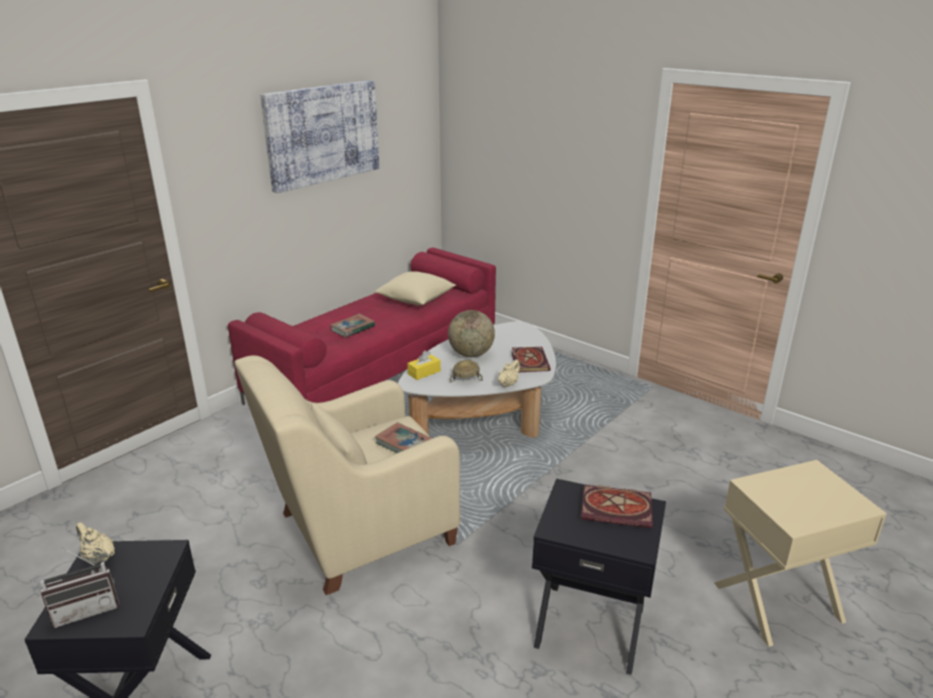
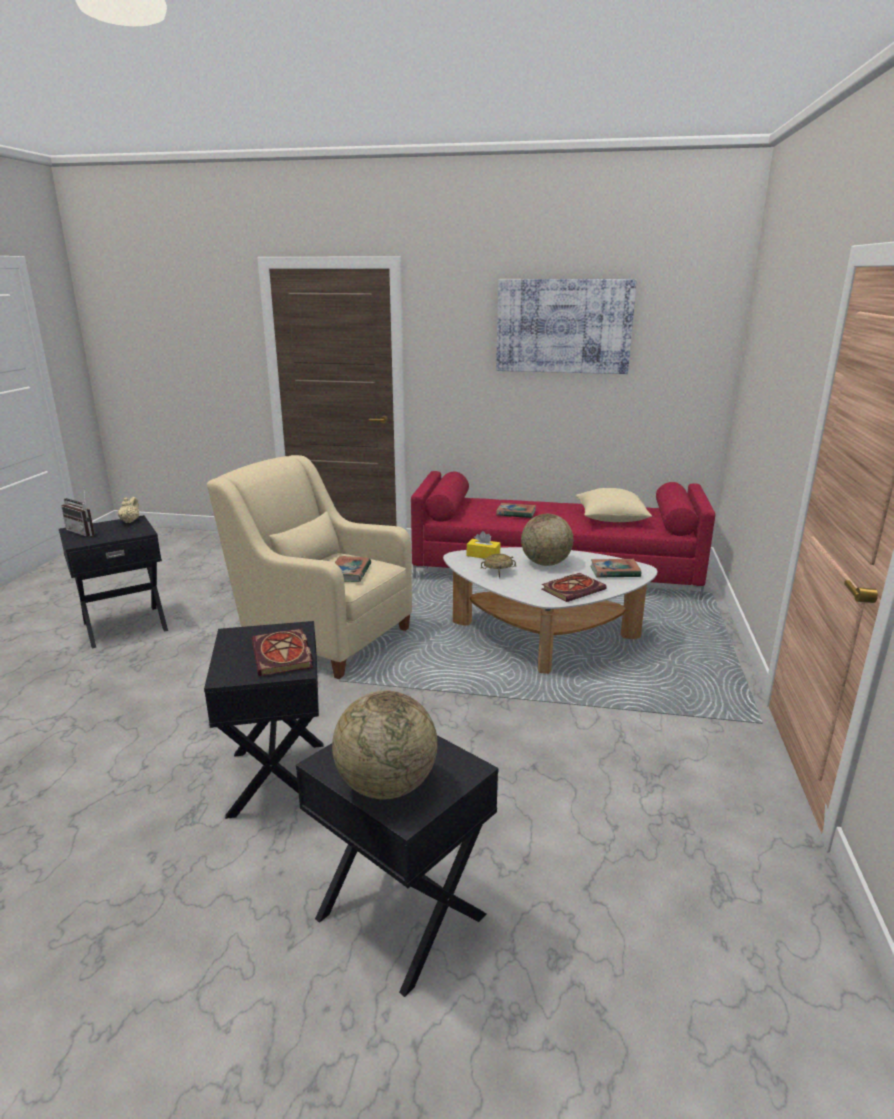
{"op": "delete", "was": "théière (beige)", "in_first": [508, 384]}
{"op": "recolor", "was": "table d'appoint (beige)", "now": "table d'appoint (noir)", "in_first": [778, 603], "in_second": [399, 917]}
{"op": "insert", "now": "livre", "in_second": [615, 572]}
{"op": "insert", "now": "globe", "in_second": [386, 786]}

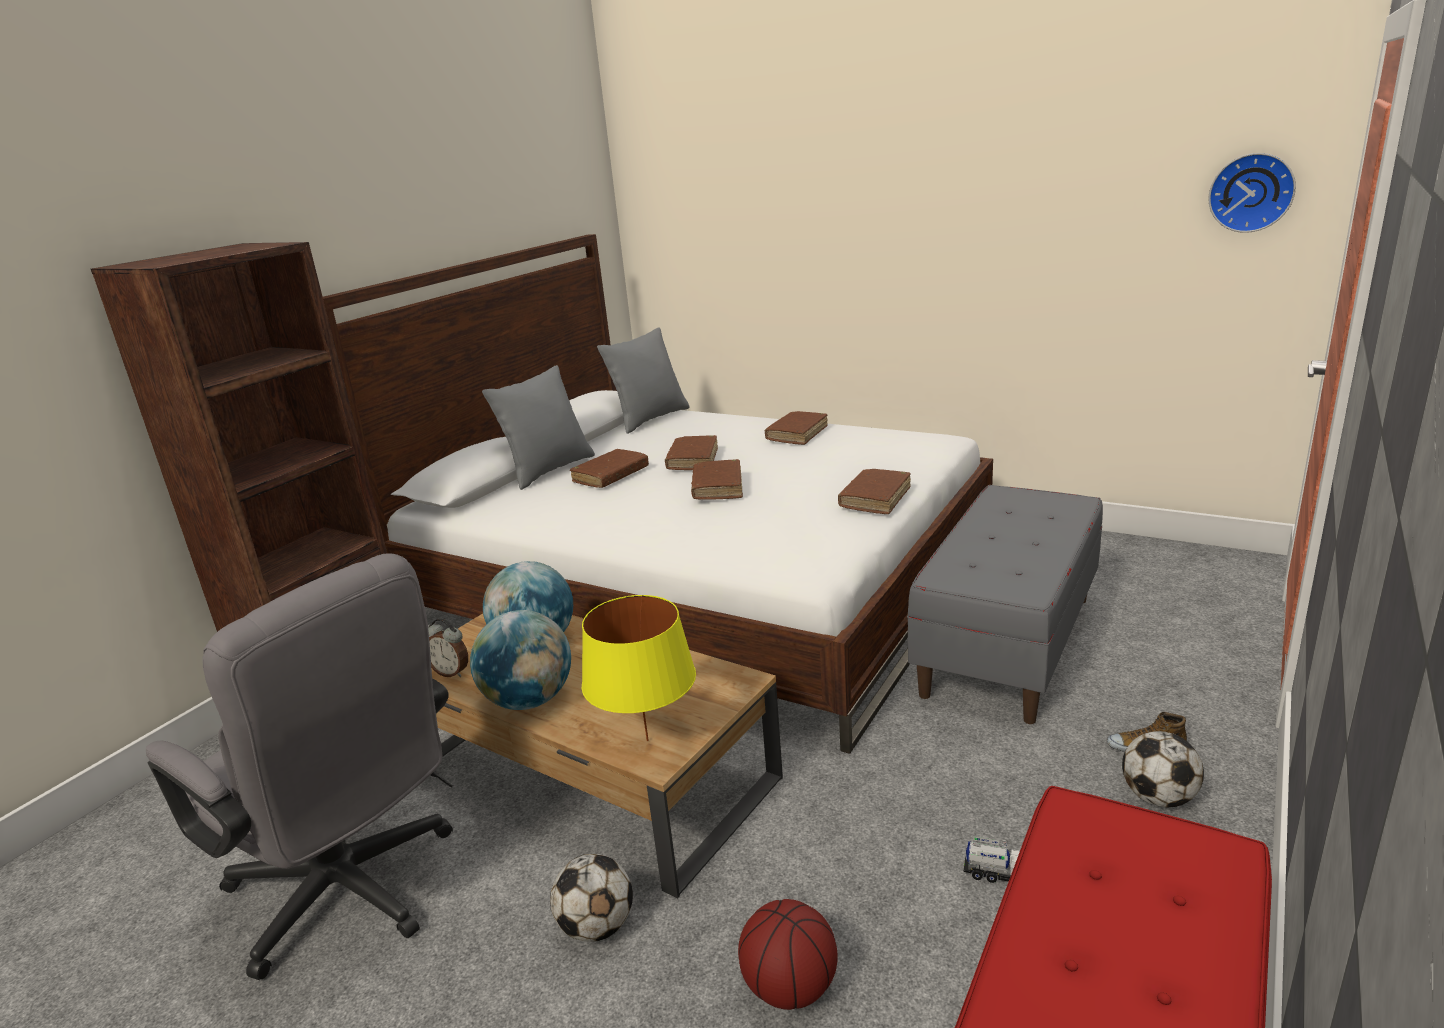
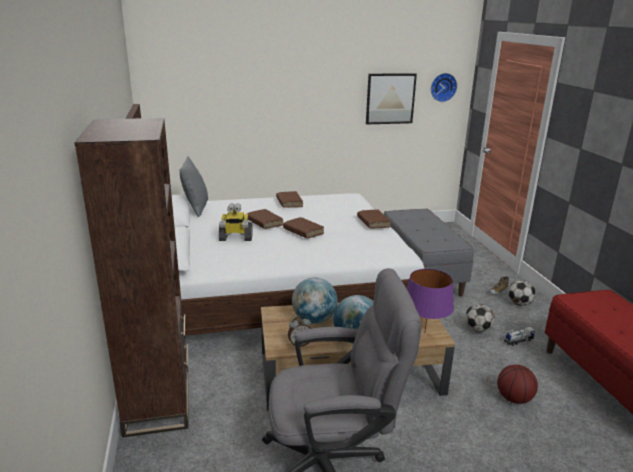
{"op": "delete", "was": "coussin (gris)", "in_first": [548, 470]}
{"op": "replace", "was": "livre (marron)", "now": "robot jouet", "in_first": [611, 476], "in_second": [235, 238]}
{"op": "recolor", "was": "lampe de table (jaune)", "now": "lampe de table (violet)", "in_first": [647, 741], "in_second": [425, 333]}
{"op": "move", "was": "ballon de foot", "in_first": [597, 927], "in_second": [477, 330]}
{"op": "insert", "now": "tableau", "in_second": [390, 98]}

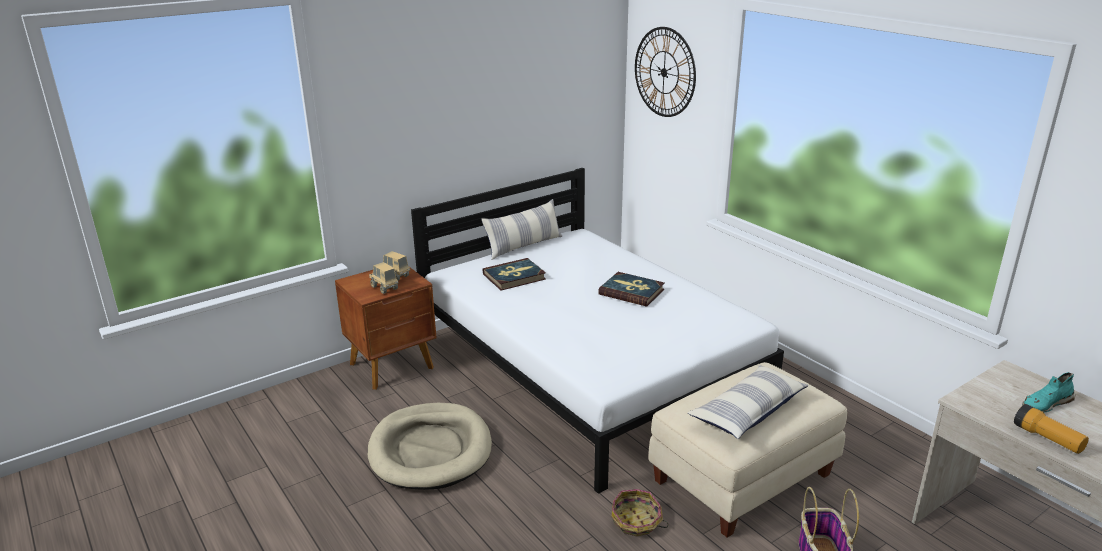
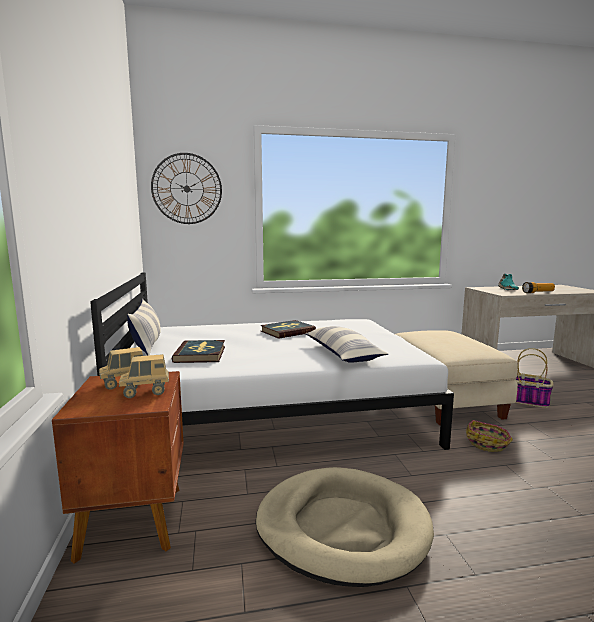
{"op": "move", "was": "coussin", "in_first": [748, 411], "in_second": [342, 354]}

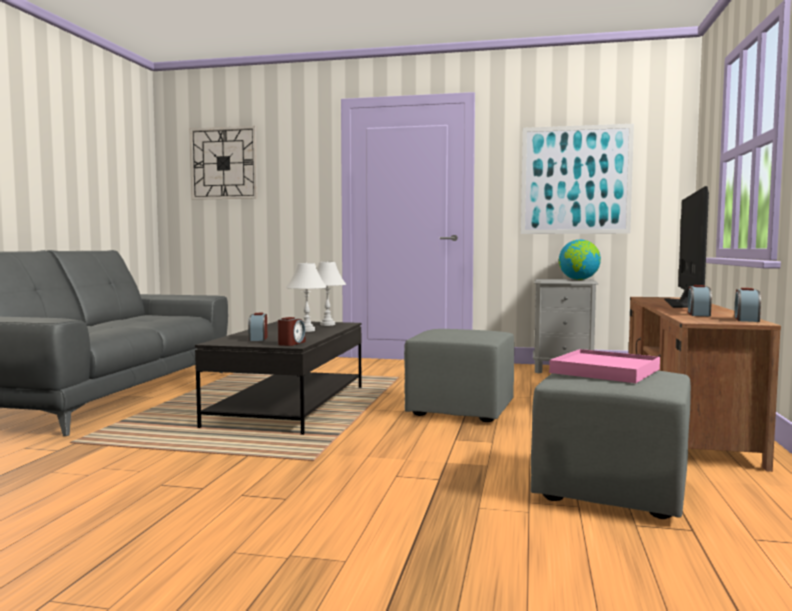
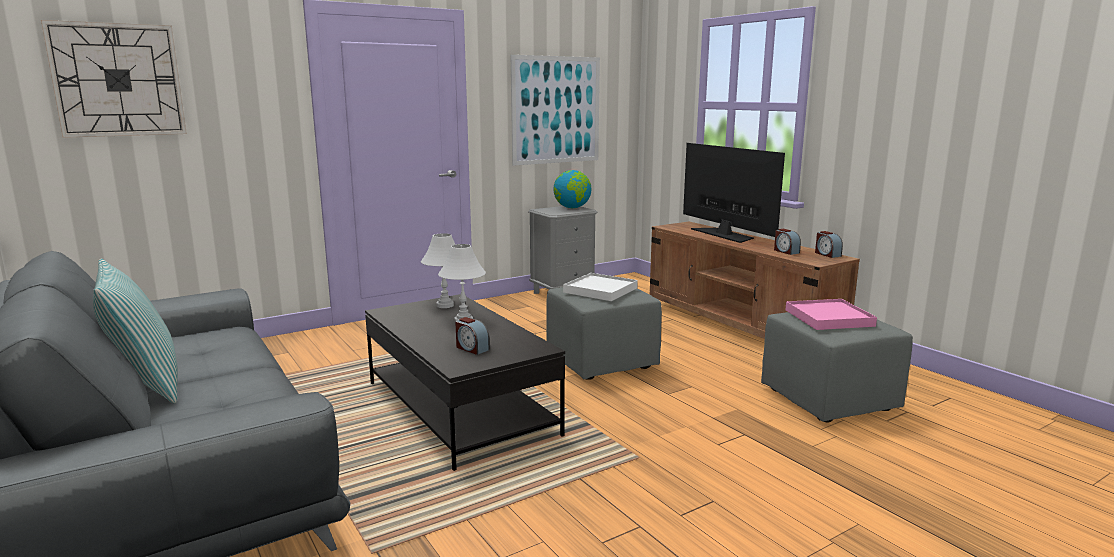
{"op": "delete", "was": "réveil", "in_first": [291, 343]}
{"op": "insert", "now": "coussin", "in_second": [146, 385]}
{"op": "insert", "now": "plateau (blanc)", "in_second": [600, 290]}

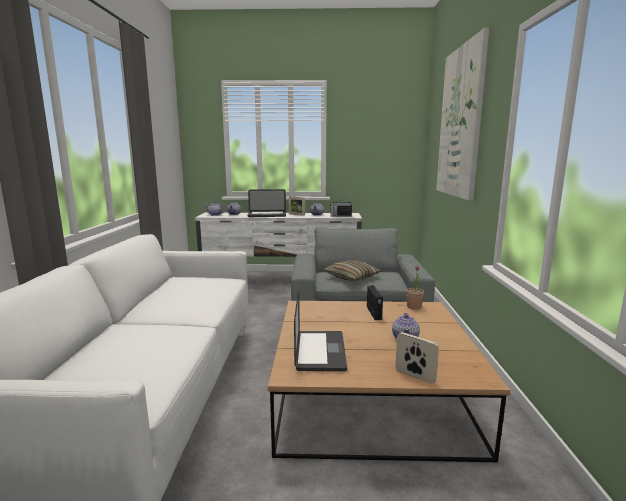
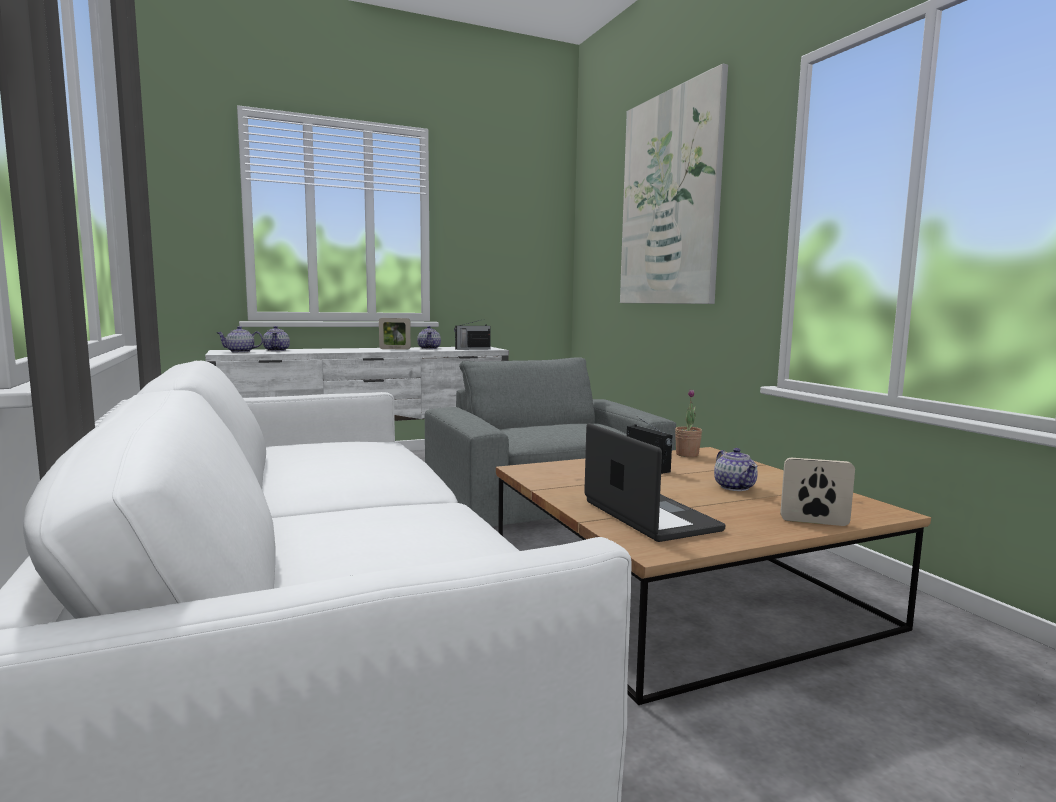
{"op": "delete", "was": "ordinateur portable", "in_first": [267, 215]}
{"op": "delete", "was": "coussin", "in_first": [351, 277]}

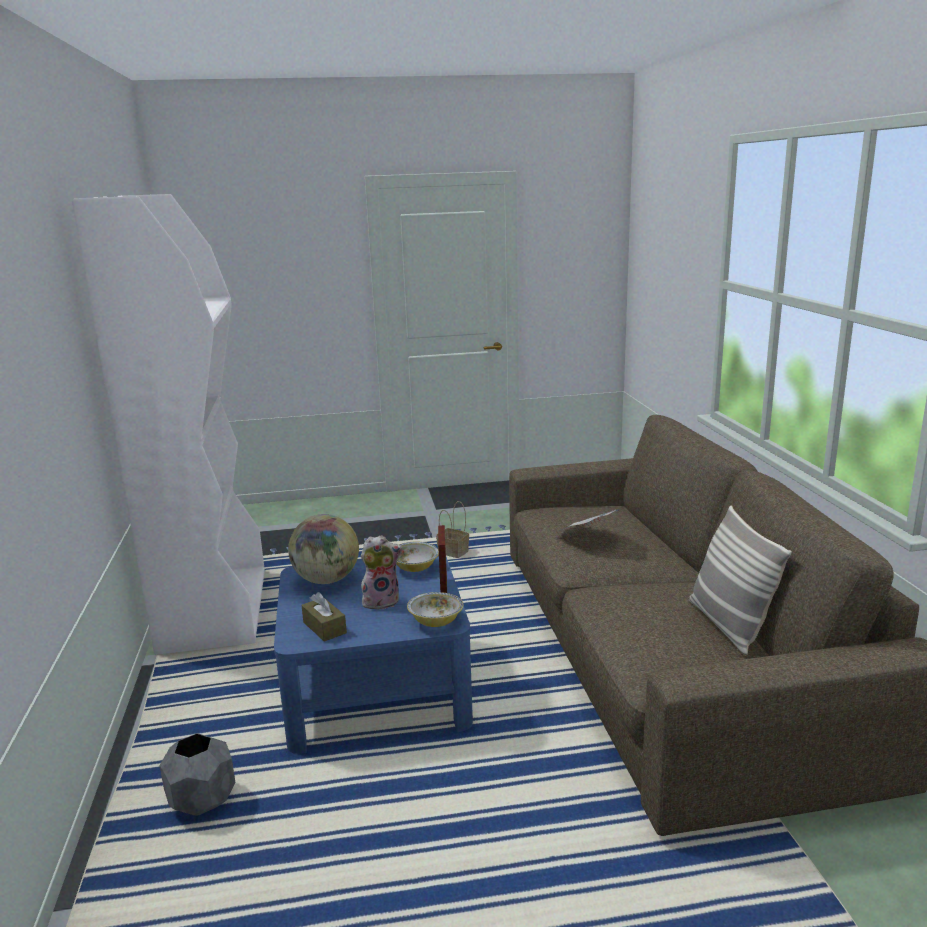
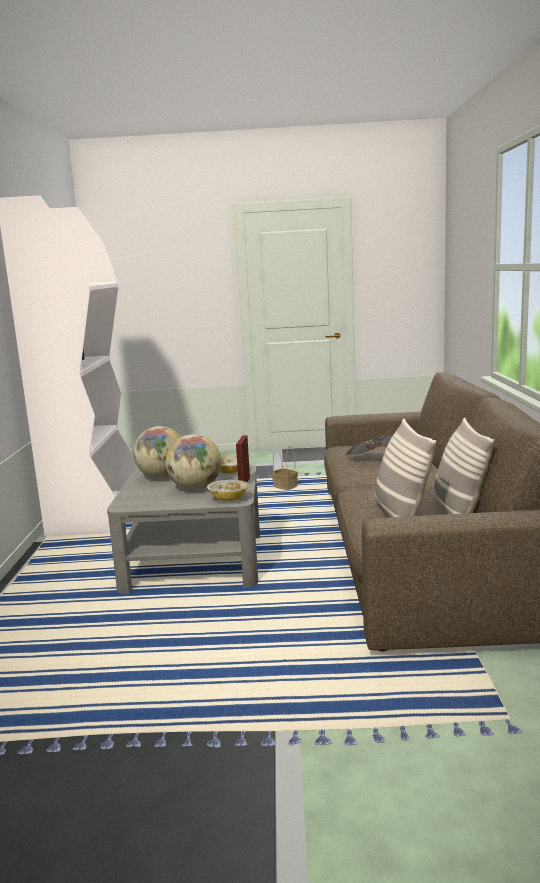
{"op": "replace", "was": "peluche", "now": "globe", "in_first": [381, 601], "in_second": [195, 488]}
{"op": "recolor", "was": "table basse (bleu)", "now": "table basse (gris)", "in_first": [377, 689], "in_second": [194, 561]}
{"op": "delete", "was": "boîte à mouchoirs (marron)", "in_first": [324, 628]}
{"op": "delete", "was": "cache-pot (gris)", "in_first": [202, 801]}
{"op": "insert", "now": "coussin", "in_second": [400, 515]}

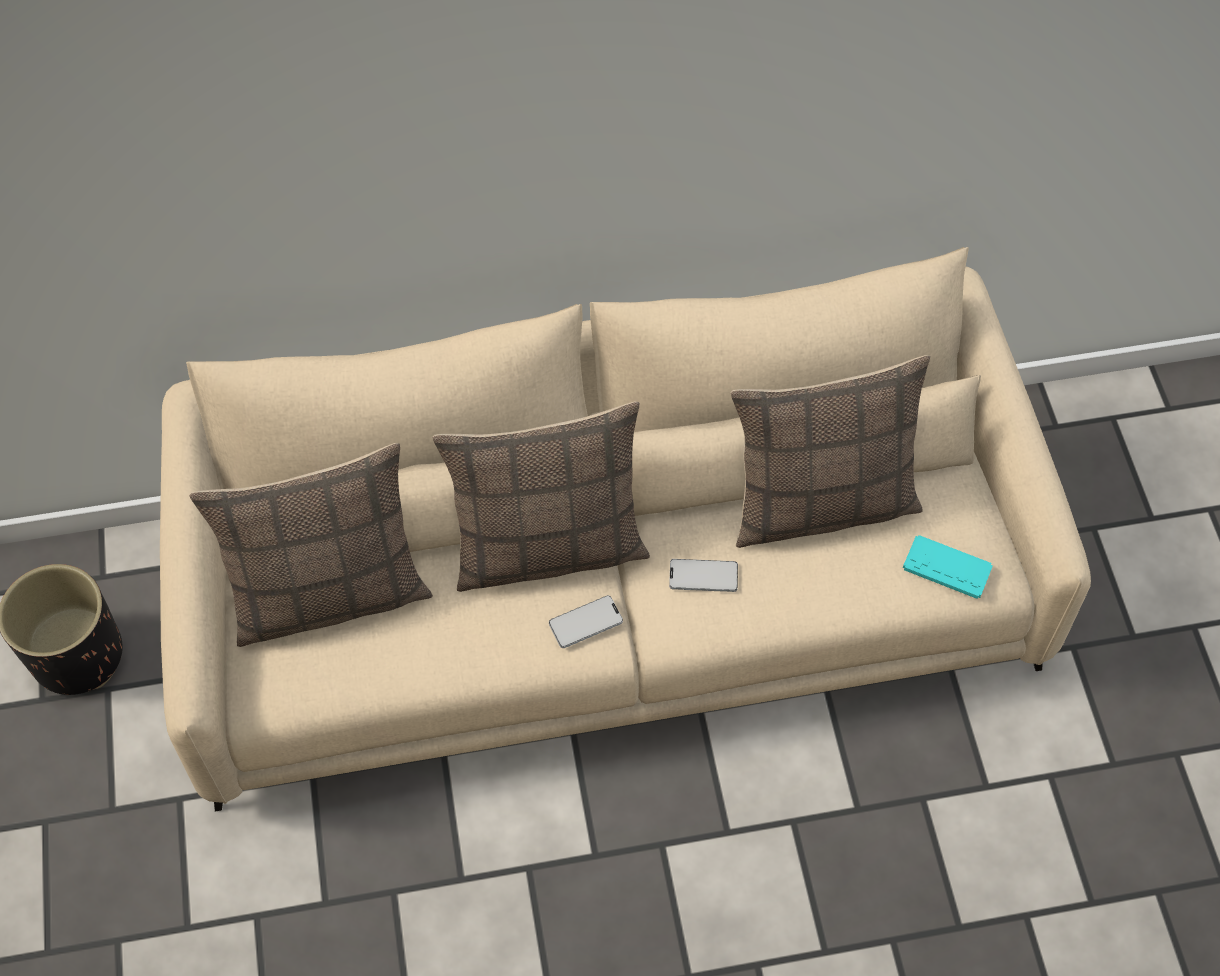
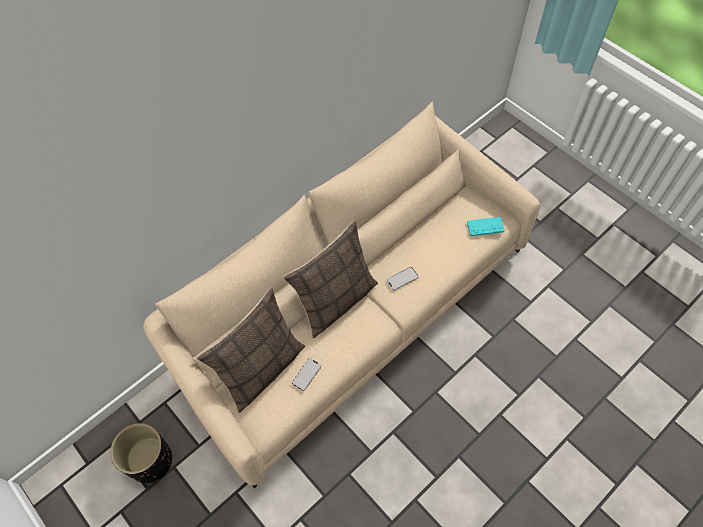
{"op": "delete", "was": "coussin", "in_first": [821, 503]}
{"op": "move", "was": "téléphone", "in_first": [585, 622], "in_second": [306, 374]}

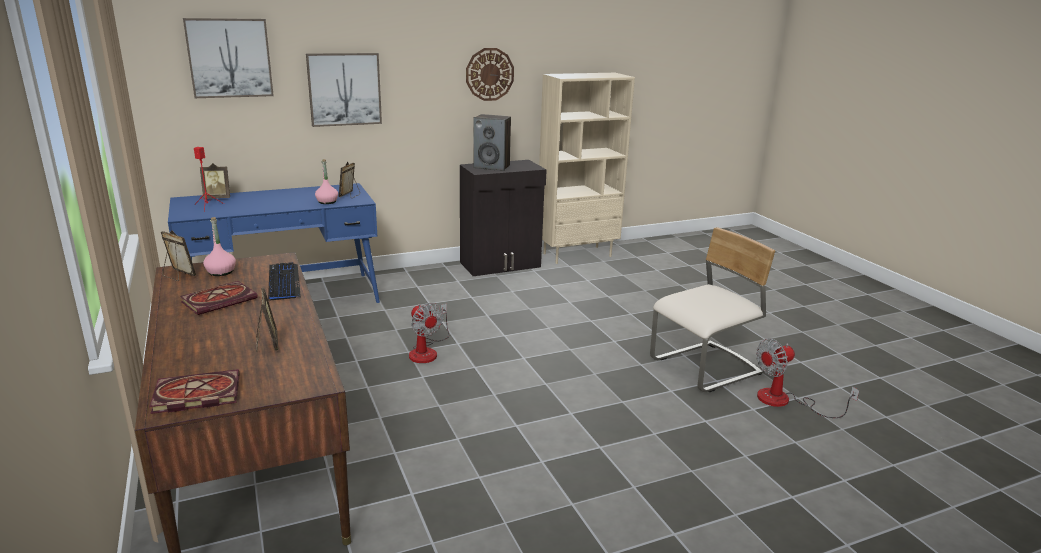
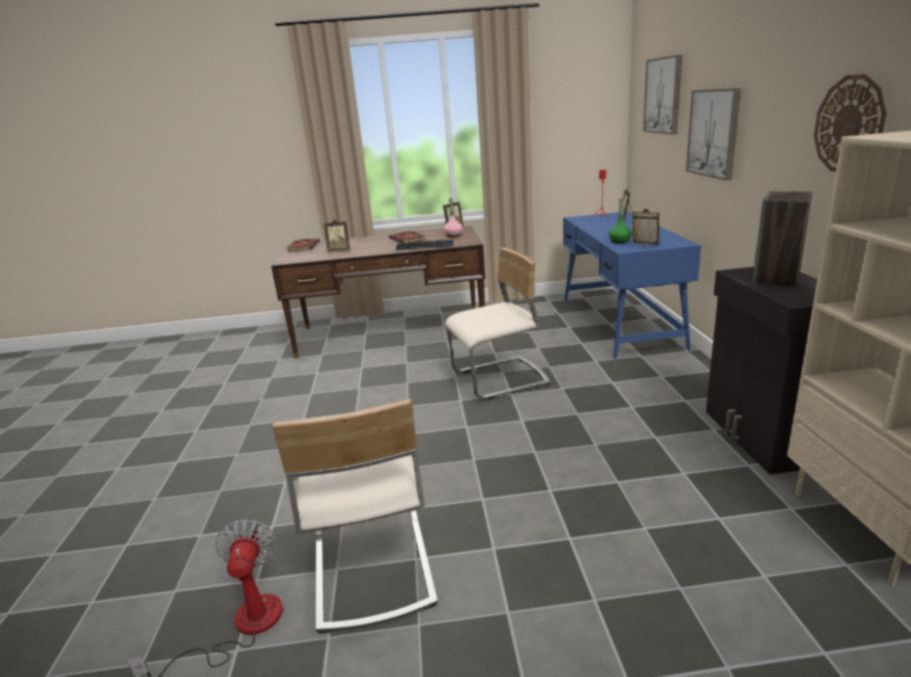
{"op": "recolor", "was": "bouteille (rose)", "now": "bouteille (vert)", "in_first": [327, 202], "in_second": [619, 241]}
{"op": "replace", "was": "ventilateur", "now": "chaise (beige)", "in_first": [427, 351], "in_second": [500, 379]}

